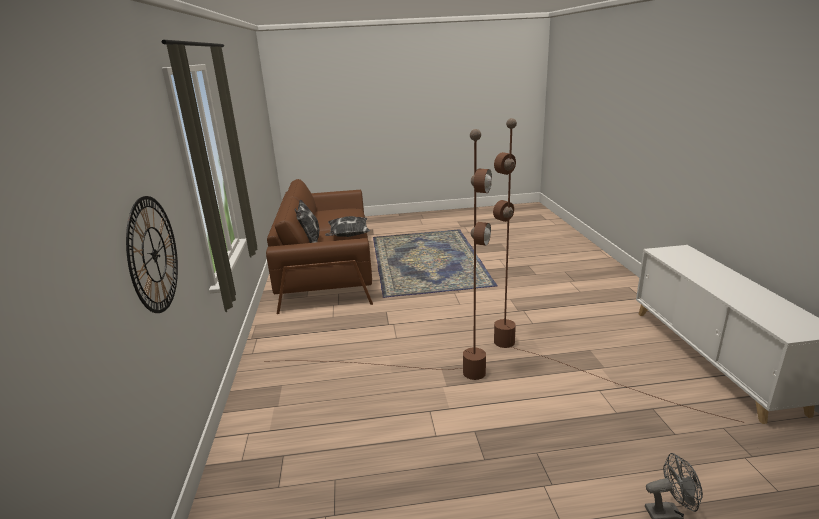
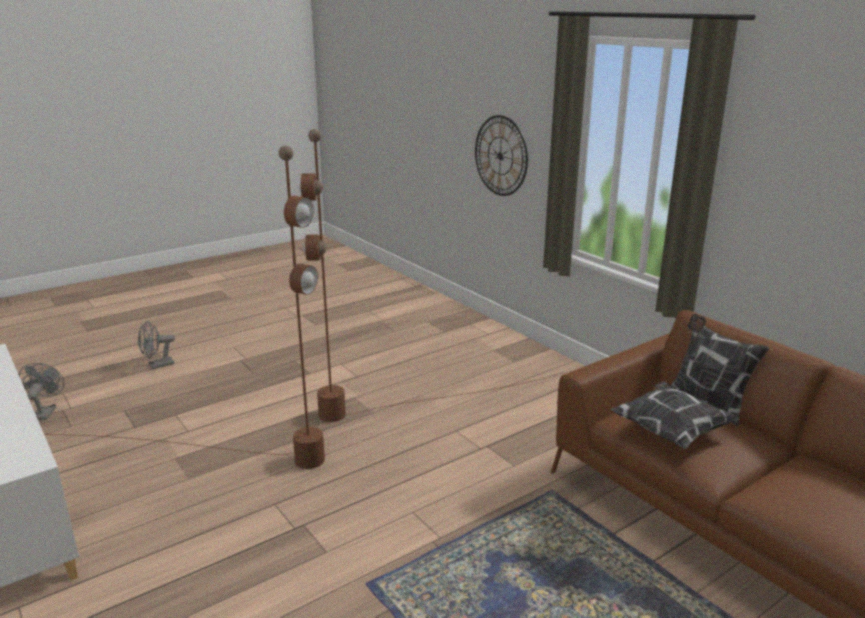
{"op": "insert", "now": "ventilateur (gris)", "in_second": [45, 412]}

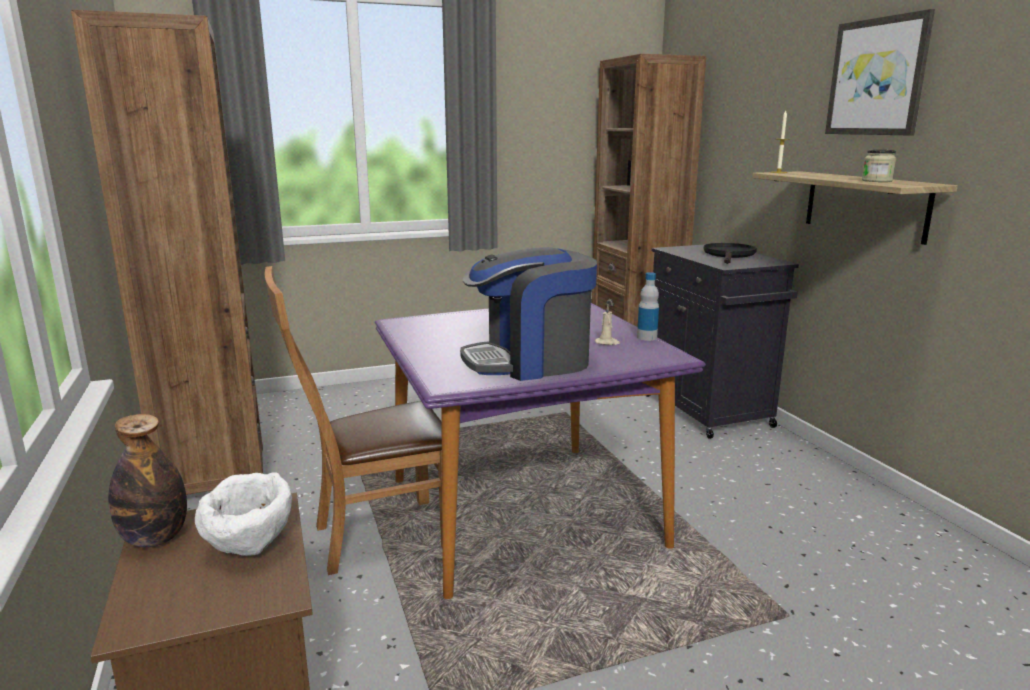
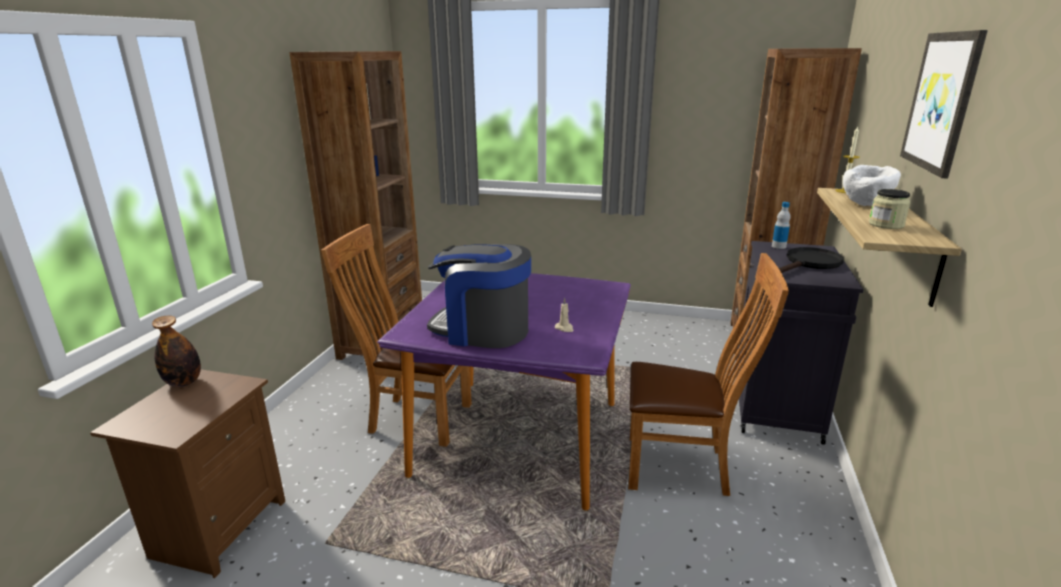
{"op": "move", "was": "bouteille", "in_first": [647, 337], "in_second": [778, 246]}
{"op": "move", "was": "bol (blanc)", "in_first": [251, 548], "in_second": [865, 205]}
{"op": "insert", "now": "chaise (marron)", "in_second": [684, 467]}

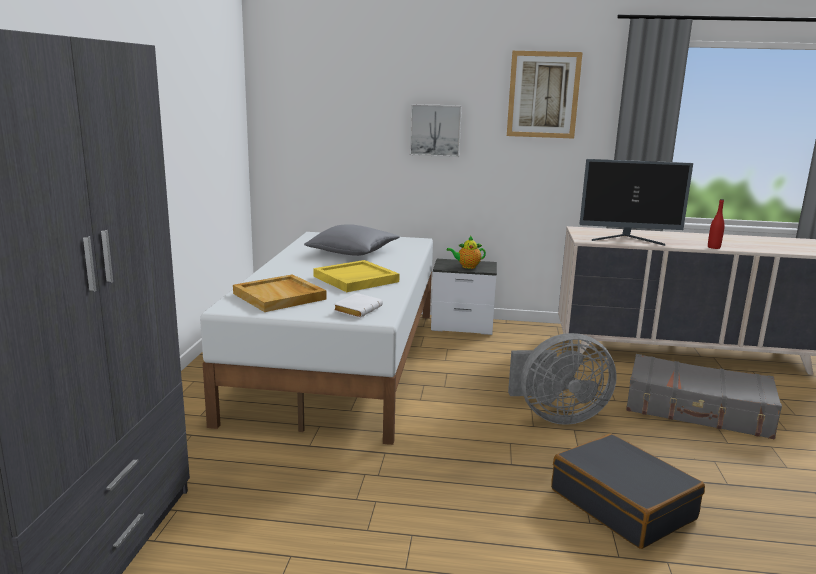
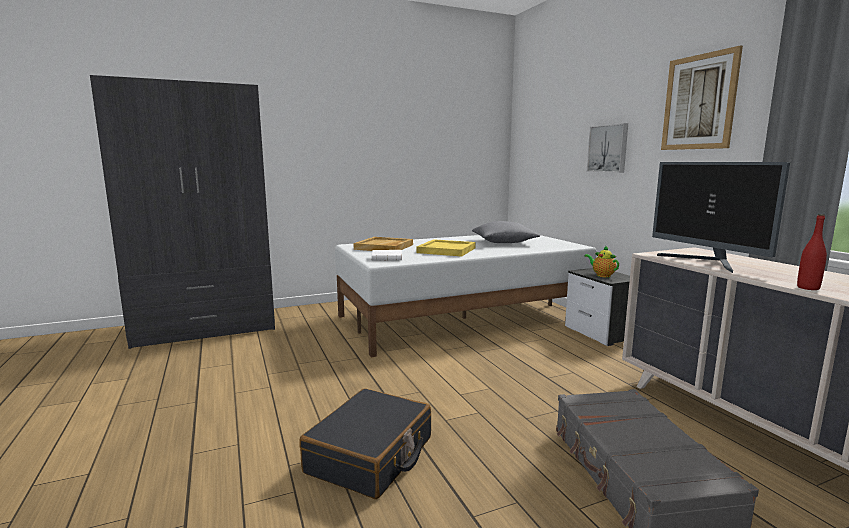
{"op": "delete", "was": "ventilateur (gris)", "in_first": [556, 416]}

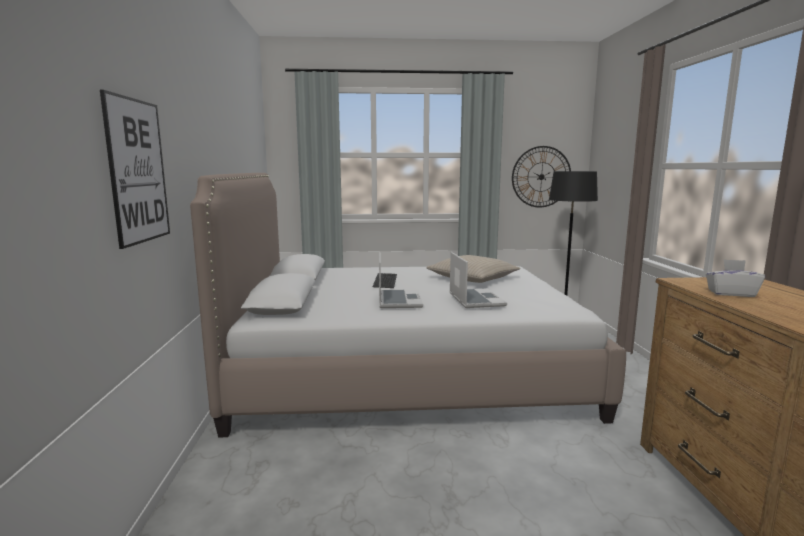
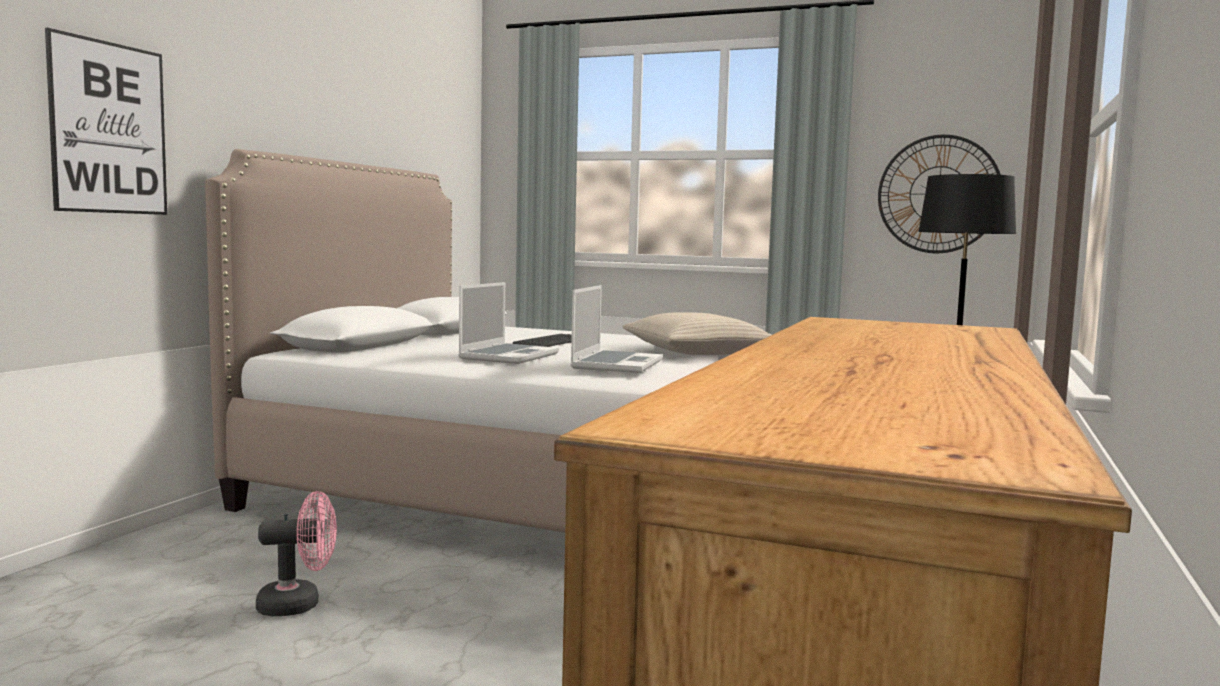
{"op": "delete", "was": "boîte à mouchoirs (blanc)", "in_first": [731, 293]}
{"op": "insert", "now": "ventilateur (rose)", "in_second": [299, 604]}

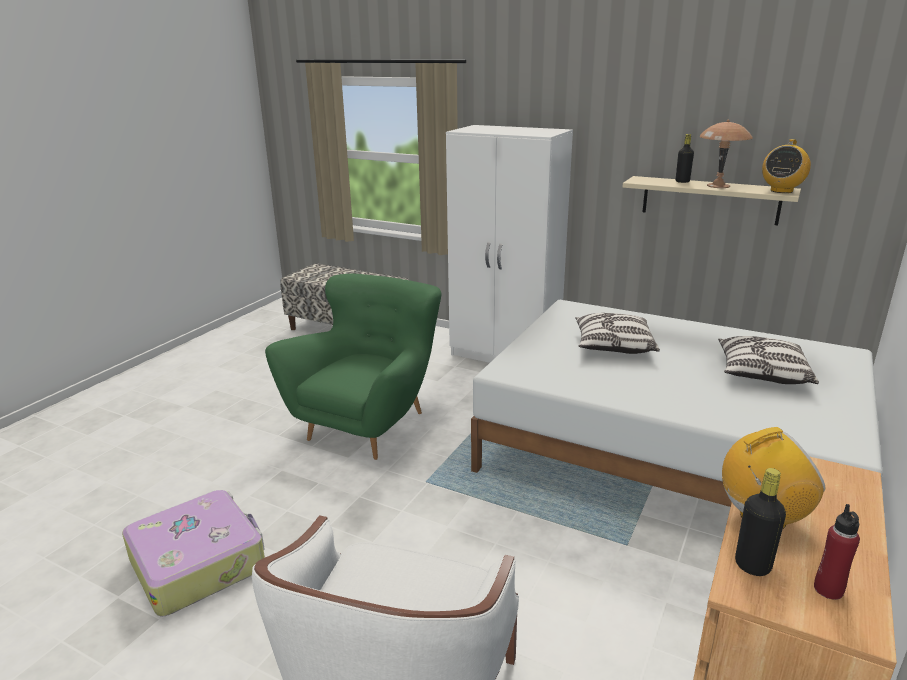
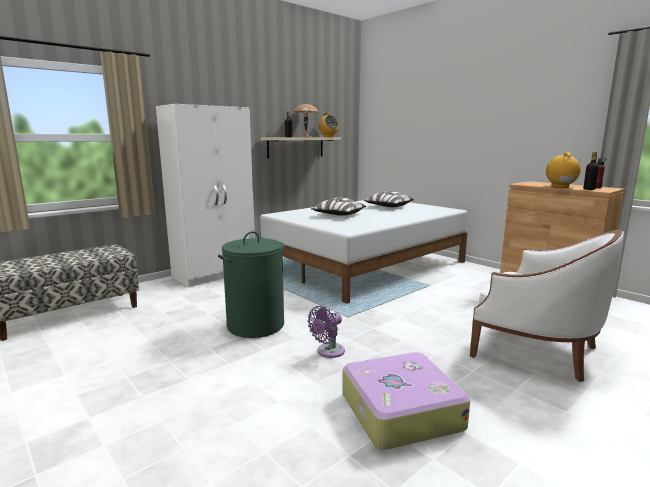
{"op": "replace", "was": "fauteuil (vert)", "now": "panier à linge (vert)", "in_first": [369, 424], "in_second": [256, 325]}
{"op": "insert", "now": "ventilateur (violet)", "in_second": [328, 352]}

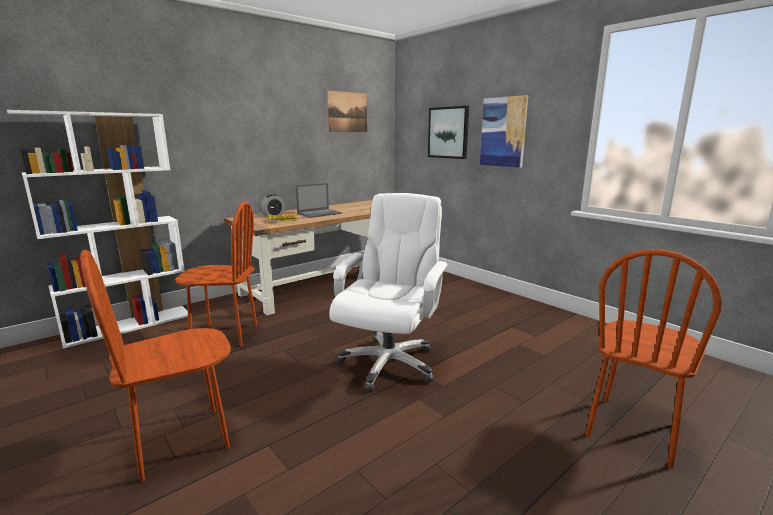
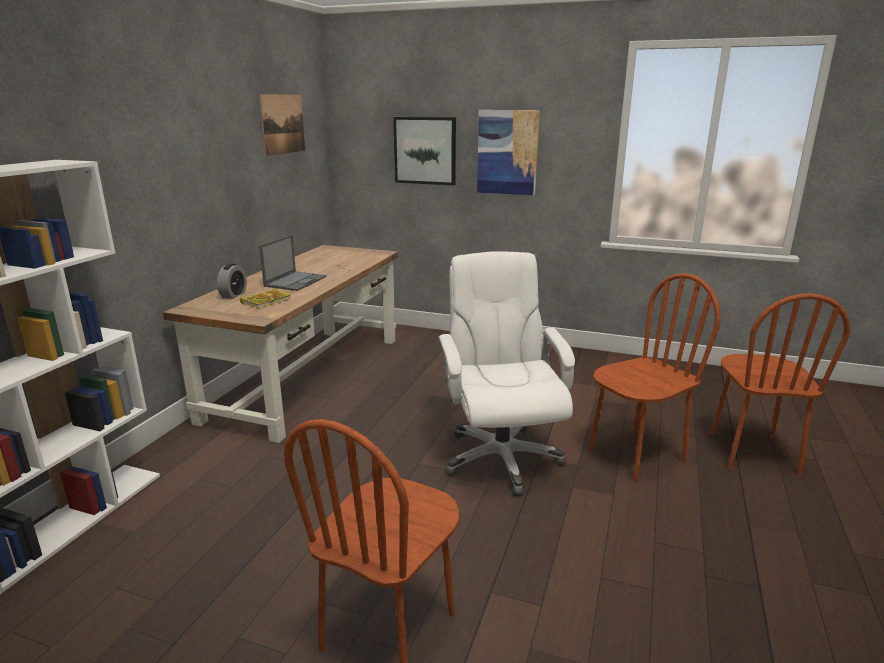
{"op": "move", "was": "chaise (marron)", "in_first": [225, 335], "in_second": [636, 456]}

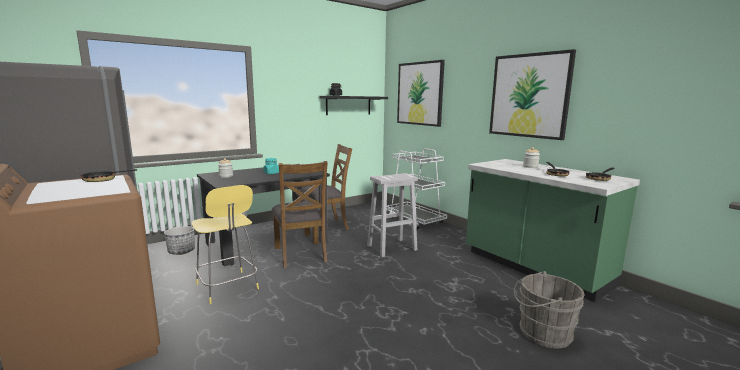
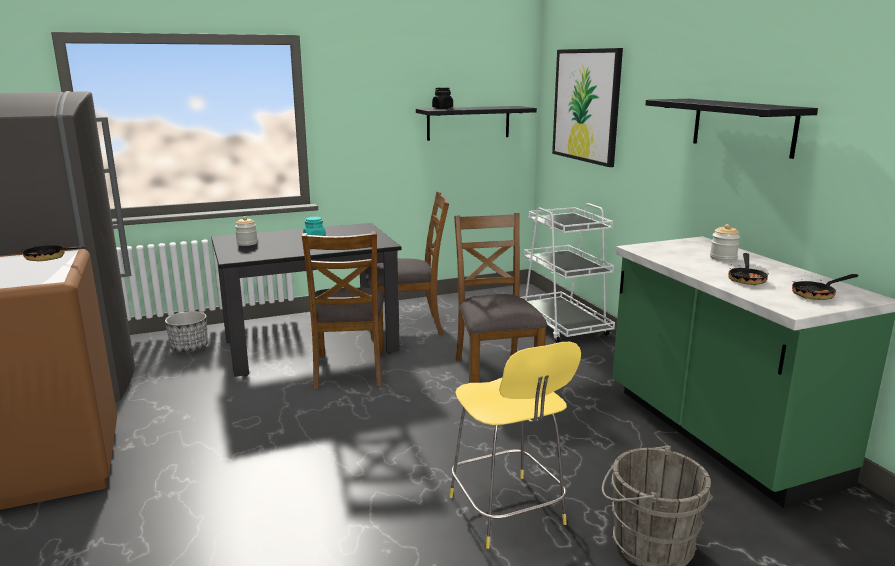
{"op": "replace", "was": "tableau", "now": "étagère (noir)", "in_first": [529, 95], "in_second": [742, 126]}
{"op": "replace", "was": "tabouret (blanc)", "now": "chaise (marron)", "in_first": [392, 247], "in_second": [495, 372]}
{"op": "move", "was": "tabouret (jaune)", "in_first": [228, 287], "in_second": [508, 513]}

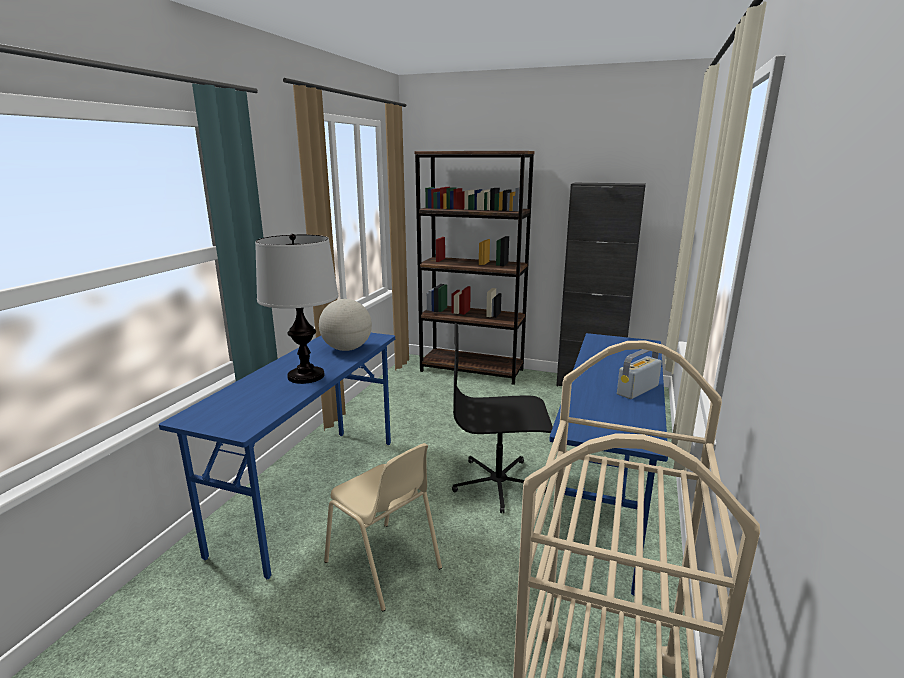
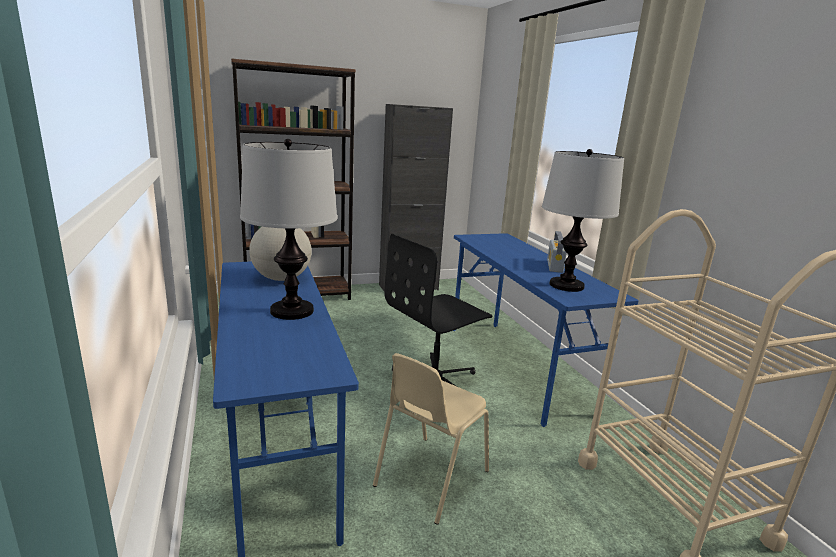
{"op": "rotate", "was": "chaise (beige)", "in_first": [384, 565], "in_second": [429, 478], "clockwise": 120}
{"op": "insert", "now": "lampe de table", "in_second": [566, 285]}

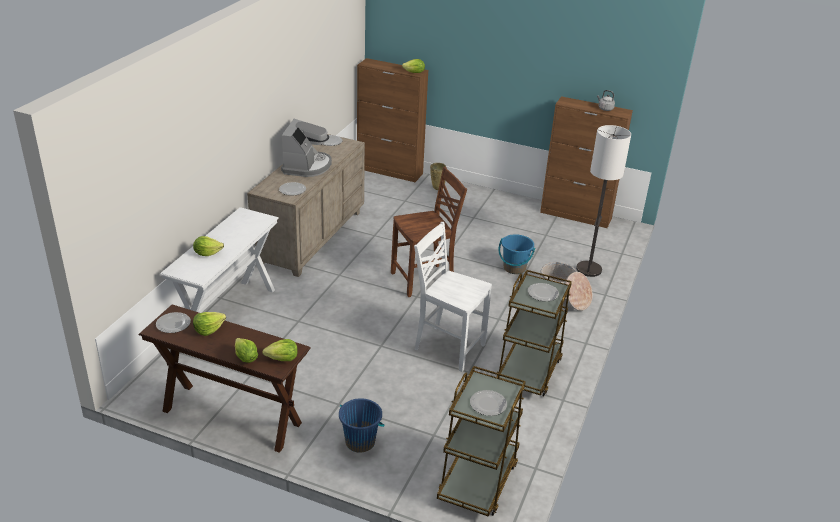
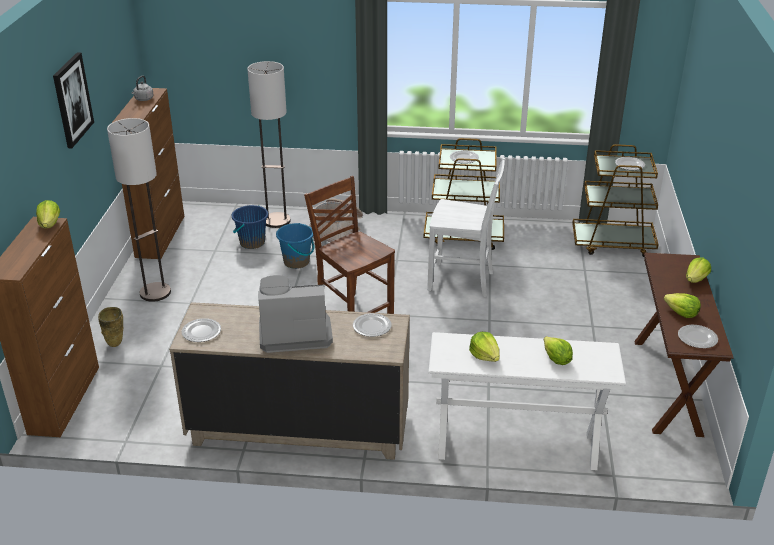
{"op": "rotate", "was": "chaise (blanc)", "in_first": [448, 347], "in_second": [462, 281], "clockwise": -90}
{"op": "move", "was": "laitue", "in_first": [282, 358], "in_second": [485, 355]}
{"op": "move", "was": "seau (bleu)", "in_first": [360, 442], "in_second": [252, 242]}
{"op": "insert", "now": "tableau", "in_second": [72, 100]}
{"op": "insert", "now": "lampadaire", "in_second": [155, 293]}

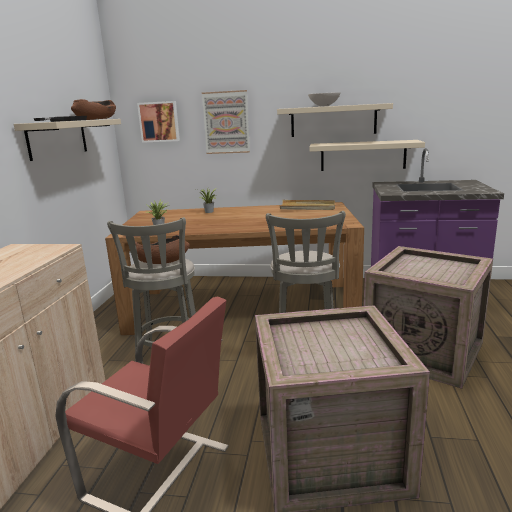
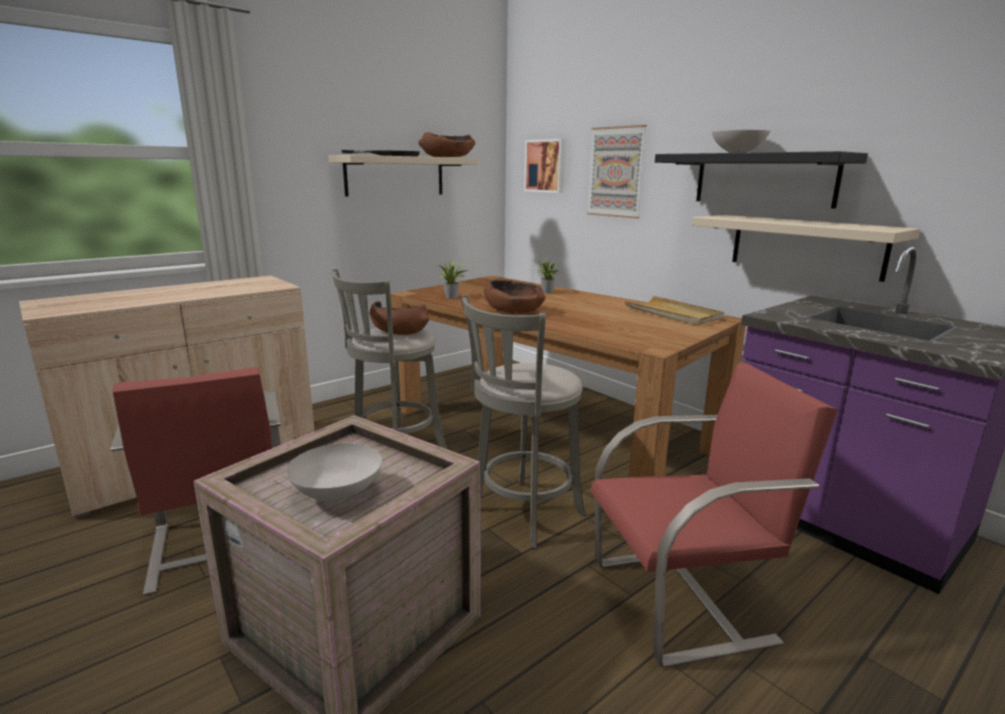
{"op": "recolor", "was": "étagère (beige)", "now": "étagère (noir)", "in_first": [333, 121], "in_second": [763, 179]}
{"op": "replace", "was": "caisse", "now": "chaise (rouge)", "in_first": [425, 350], "in_second": [684, 600]}
{"op": "insert", "now": "bol (marron)", "in_second": [514, 310]}
{"op": "insert", "now": "bol (blanc)", "in_second": [338, 495]}

